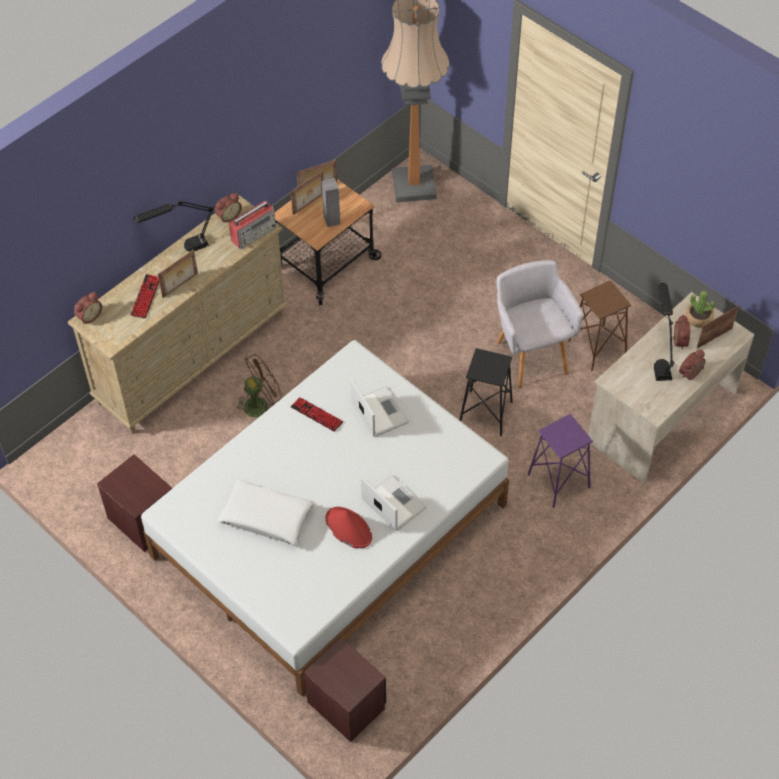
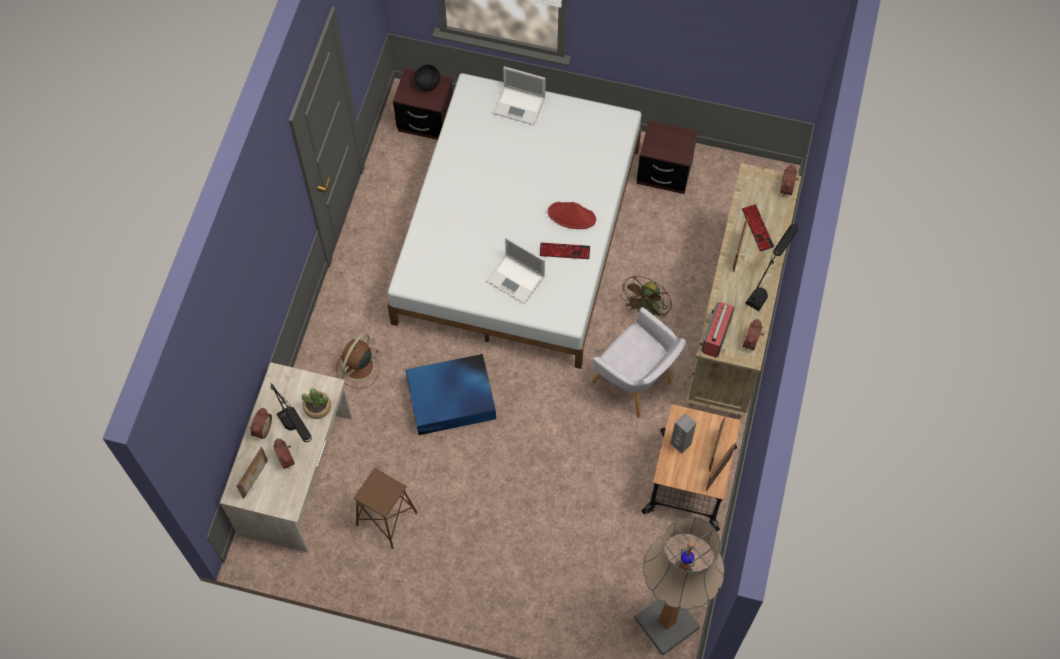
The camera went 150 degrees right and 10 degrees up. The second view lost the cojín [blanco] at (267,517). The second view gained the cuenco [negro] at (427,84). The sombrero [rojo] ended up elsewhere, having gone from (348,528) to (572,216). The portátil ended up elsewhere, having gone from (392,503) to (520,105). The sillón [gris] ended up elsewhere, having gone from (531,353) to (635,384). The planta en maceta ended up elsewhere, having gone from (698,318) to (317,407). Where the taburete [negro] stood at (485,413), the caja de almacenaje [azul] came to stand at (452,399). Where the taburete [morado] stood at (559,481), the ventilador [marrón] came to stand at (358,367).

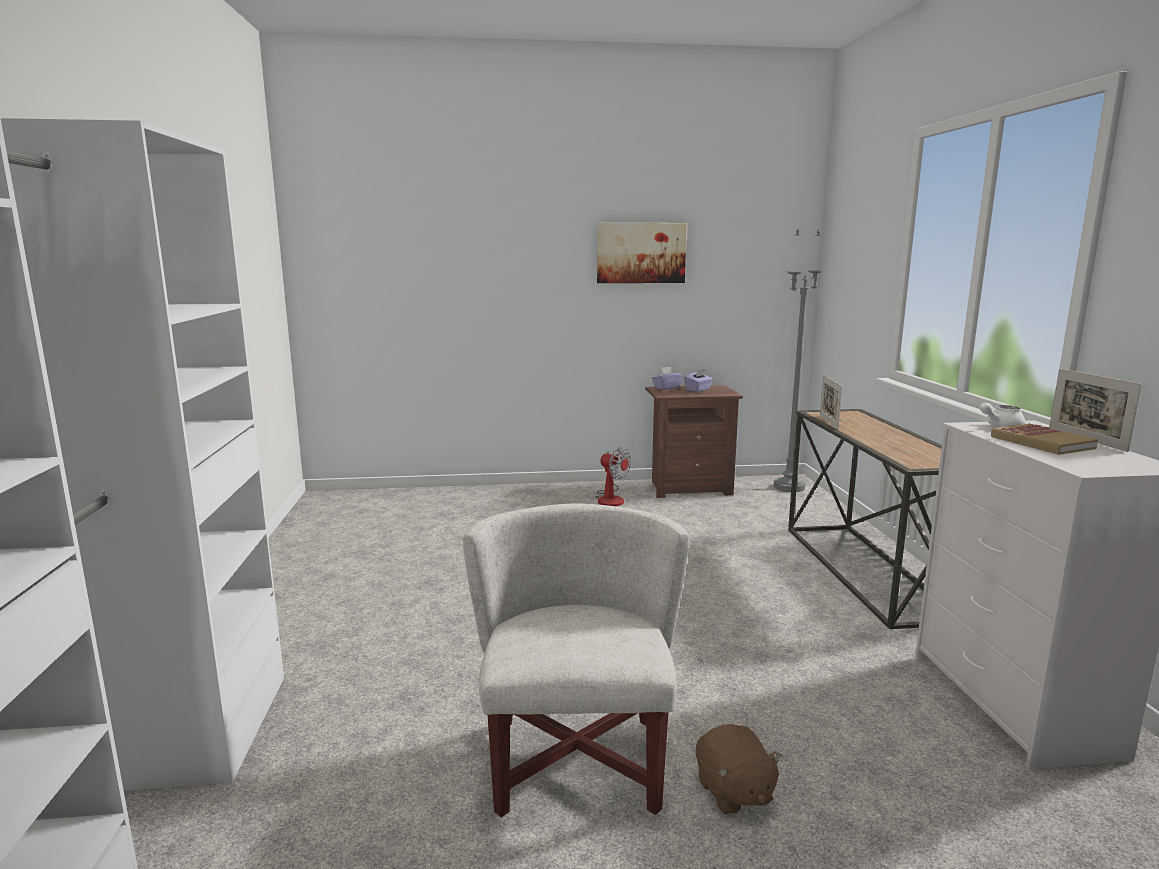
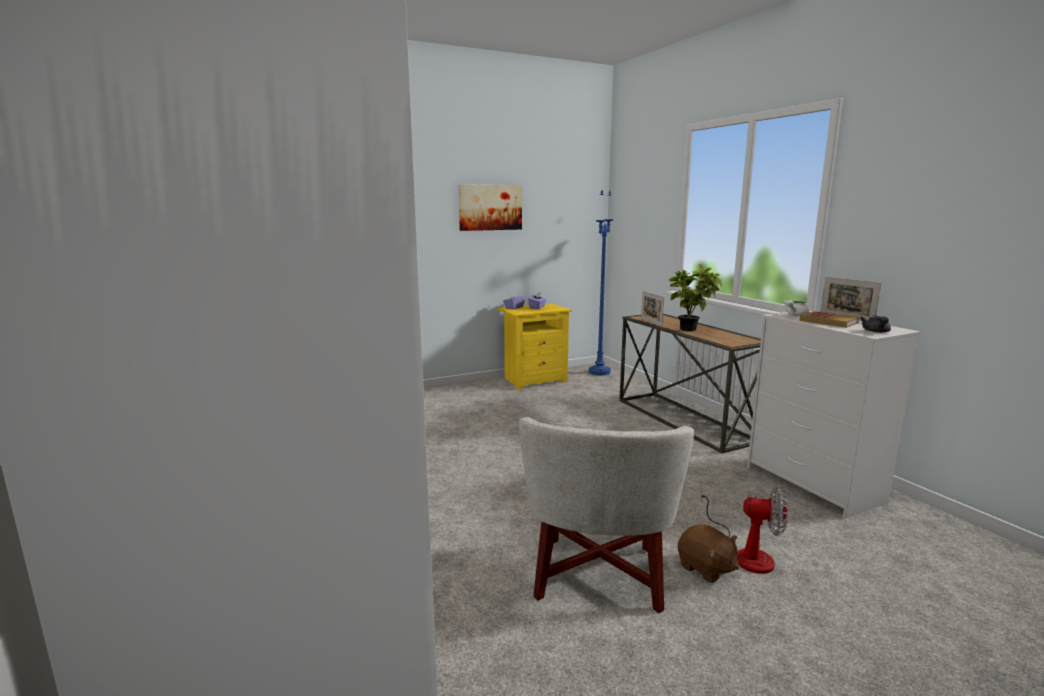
The camera went 20 degrees left and 0 degrees up. The second view gained the planta en maceta at (692,330). The second view gained the tetera [gris] at (876,332). The ventilador ended up elsewhere, having gone from (610,498) to (744,553). What was the mesita de noche [marrón] at (689,488) turned into the mesita de noche [amarillo] at (534,380). What was the lámpara de pie [gris] at (789,487) turned into the lámpara de pie [azul] at (599,372). The sillón [blanco] at (577,762) ended up facing another way, 150 degrees counterclockwise from before.

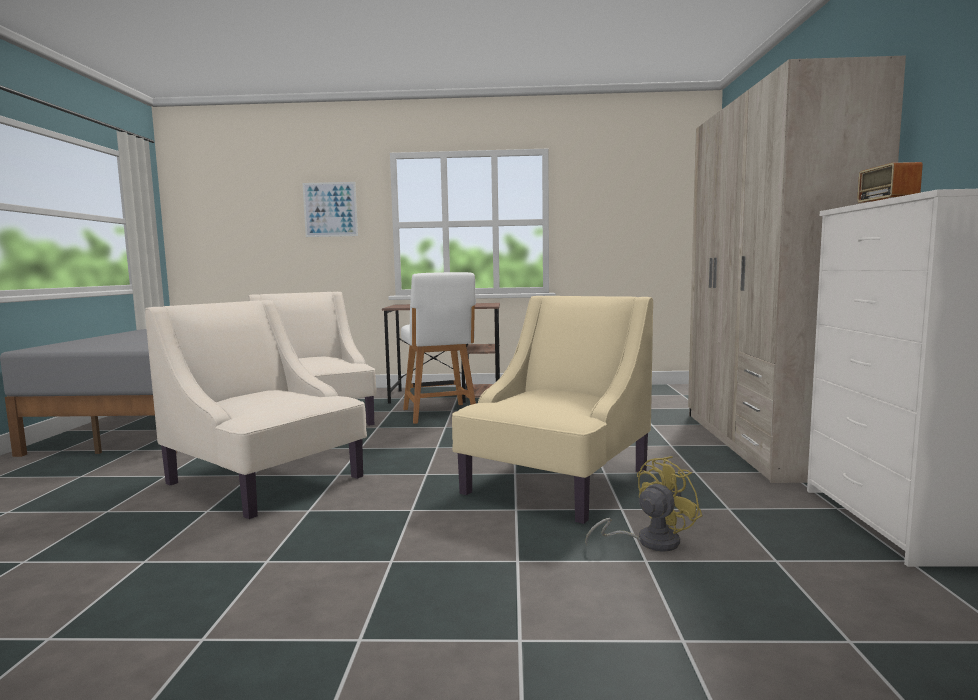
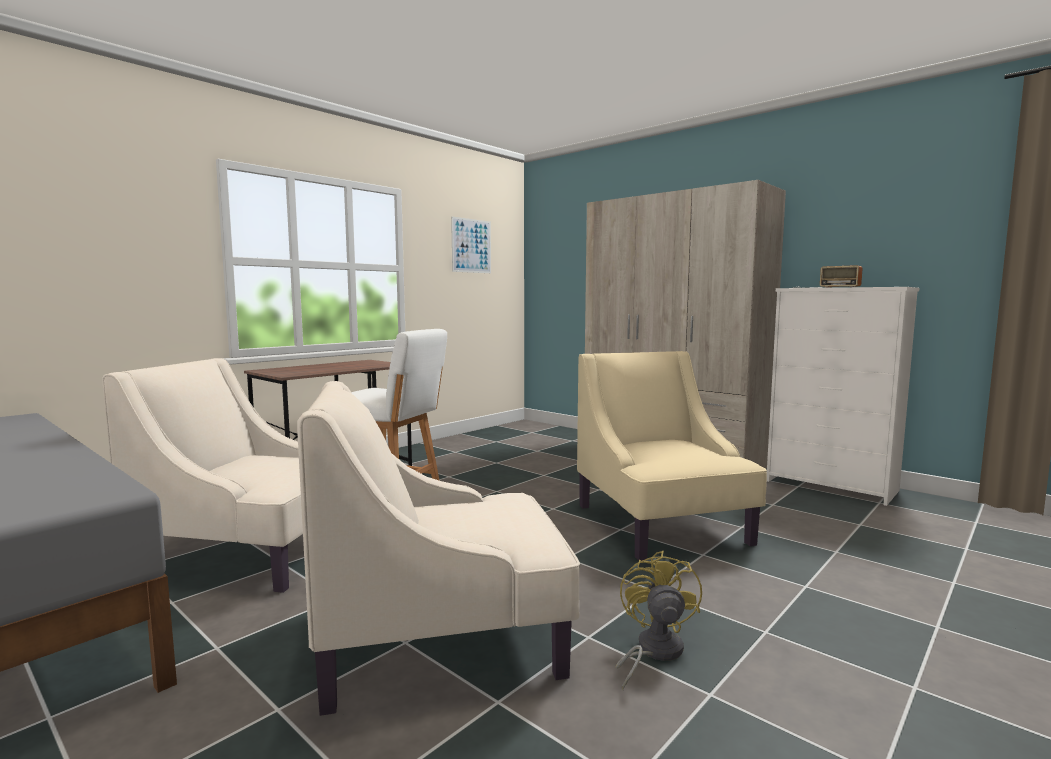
The camera went 50 degrees left and 0 degrees up. The cuadro ended up elsewhere, having gone from (330,209) to (471,246). The ventilador [amarillo] ended up elsewhere, having gone from (648,541) to (653,652).

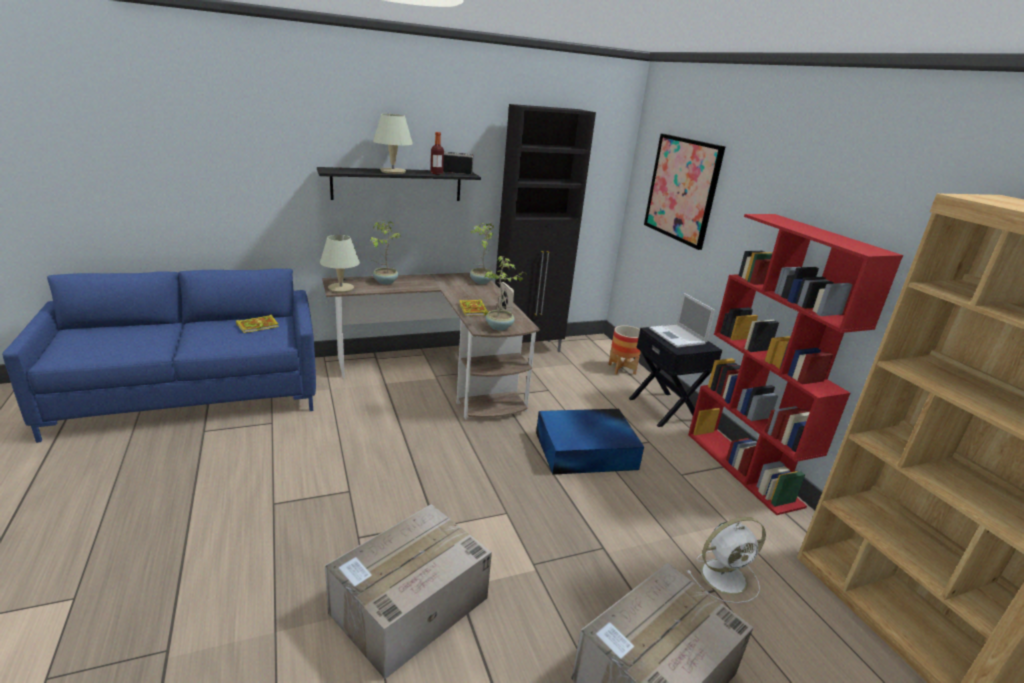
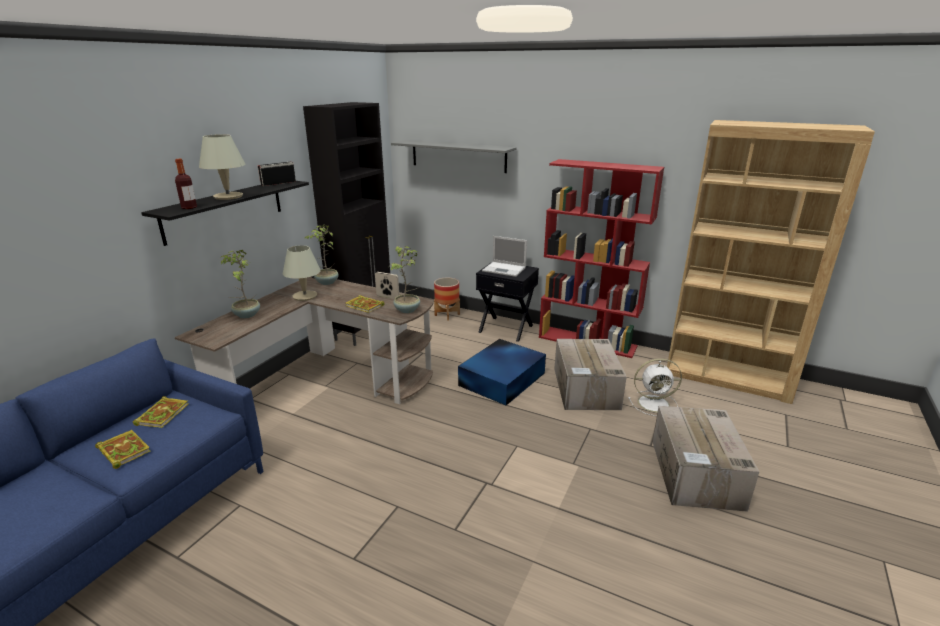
The camera went 40 degrees left and 0 degrees up. The second view gained the libro at (123,450). The lámpara de mesa [beis] ended up elsewhere, having gone from (340,288) to (305,296). The caja de cartón ended up elsewhere, having gone from (408,607) to (586,389). The botella ended up elsewhere, having gone from (436,173) to (189,207). Where the cuadro hung at (682,189), the estante [gris] came to hang at (458,156). The ventilador [blanco] at (725,576) ended up facing another way, 60 degrees clockwise from before.

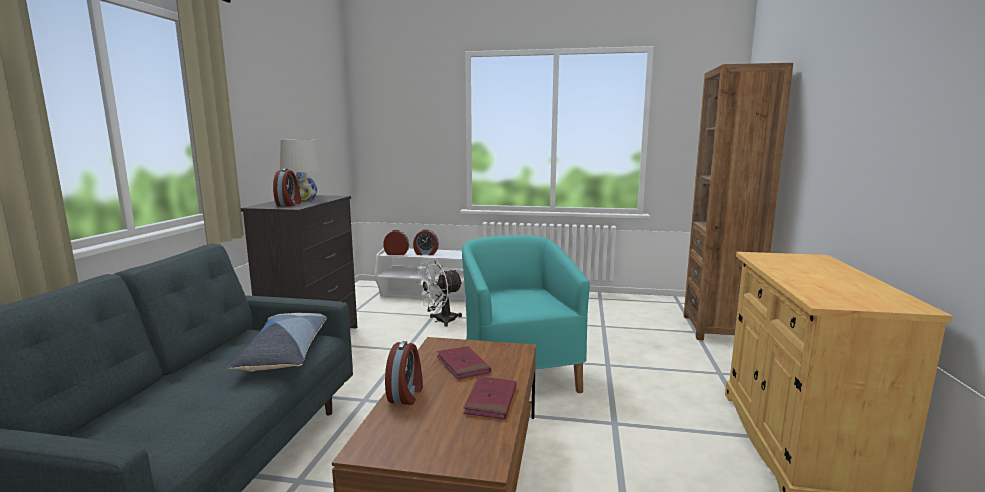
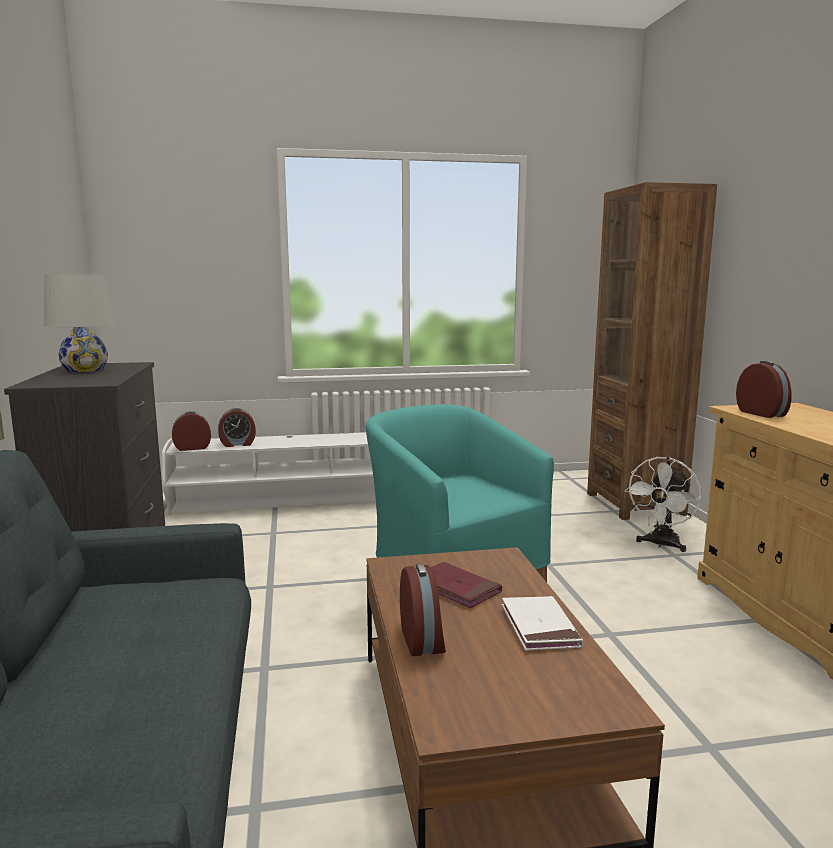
The camera went 20 degrees left and 0 degrees up. The second view lost the cojín at (285,352). The despertador ended up elsewhere, having gone from (289,204) to (762,413). The ventilador [blanco] ended up elsewhere, having gone from (440,321) to (661,545). What was the libro [rojo] at (491,400) turned into the libro [blanco] at (539,627).

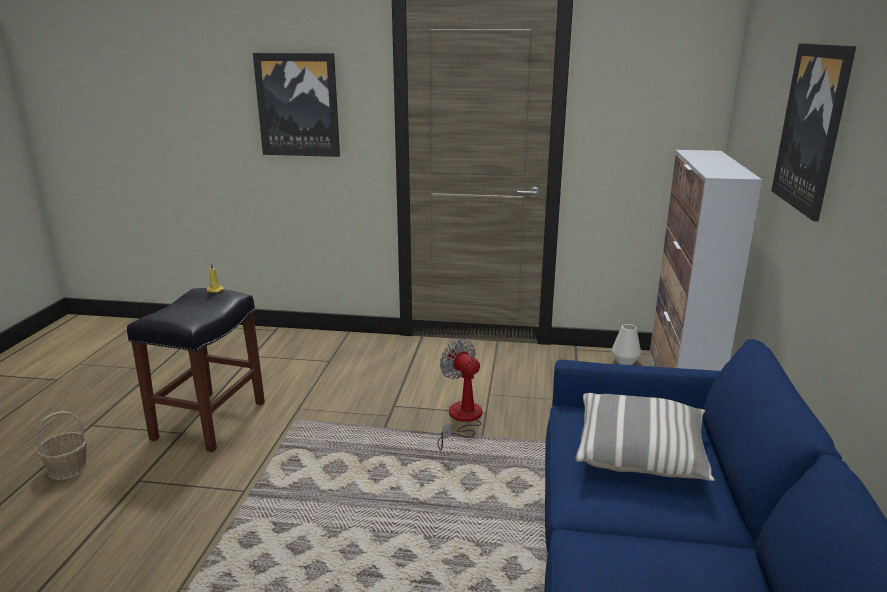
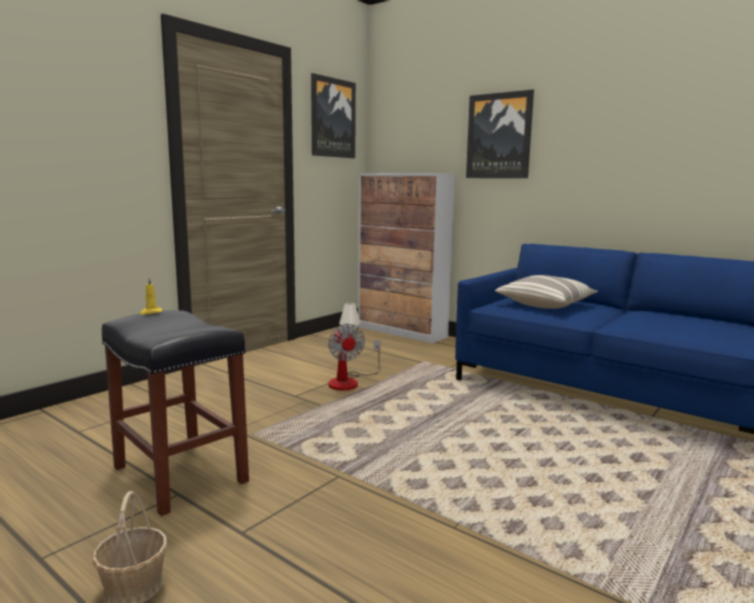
The camera went 60 degrees left and 10 degrees down. The cuadro ended up elsewhere, having gone from (298,105) to (332,118). The ventilador at (462,419) ended up facing another way, 105 degrees counterclockwise from before.

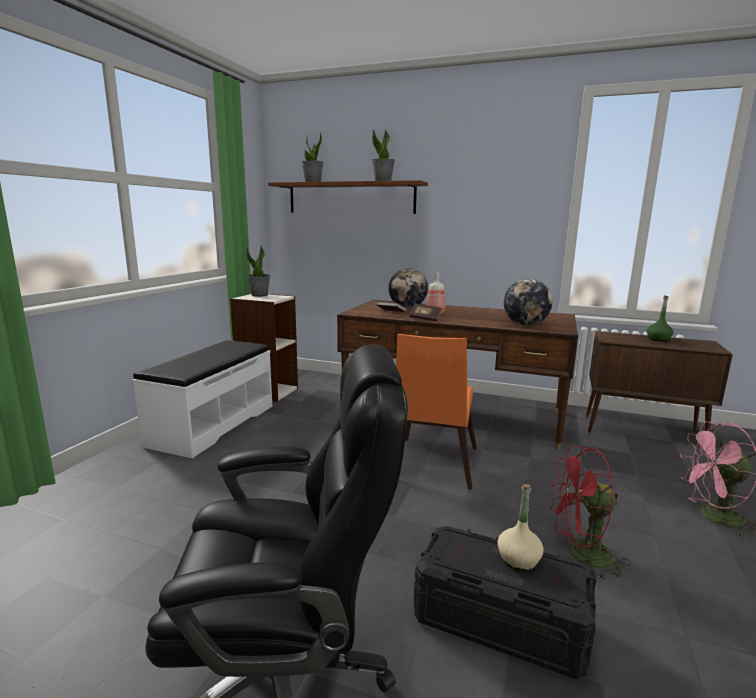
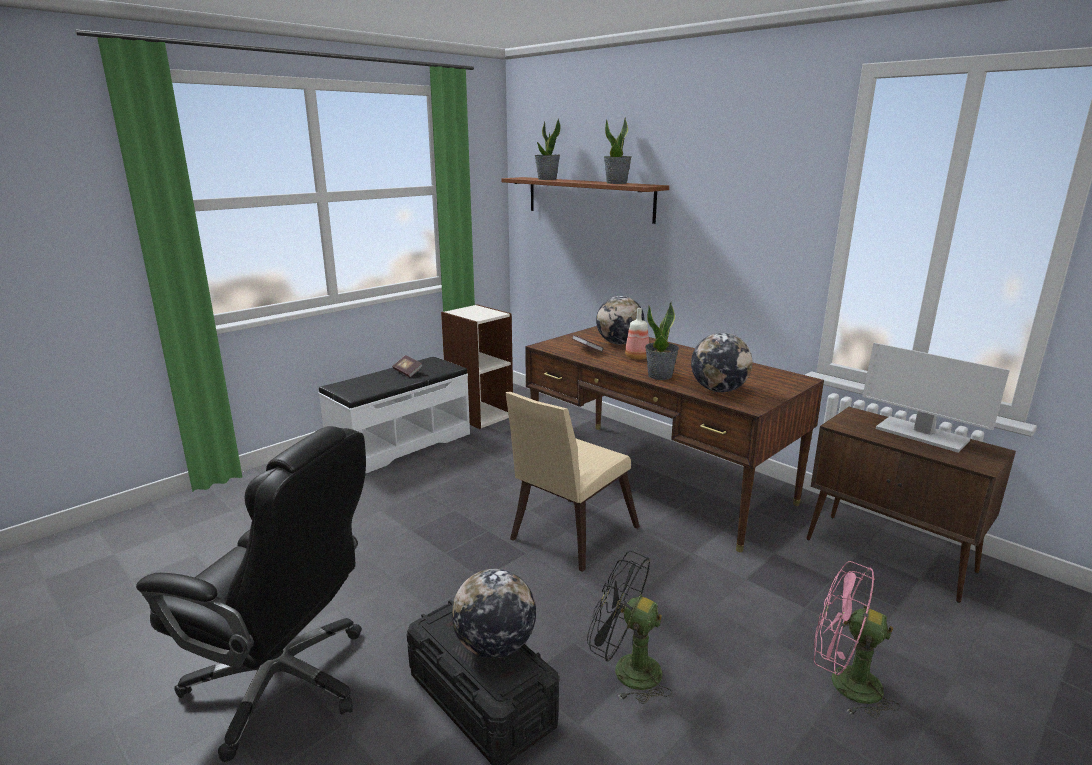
The camera went 25 degrees right and 5 degrees up. The planta en maceta ended up elsewhere, having gone from (260,295) to (660,376). The libro ended up elsewhere, having gone from (425,319) to (408,372). Where the botella [beis] stood at (518,559), the globo terráqueo came to stand at (495,646). Where the botella [verde] stood at (658,339), the monitor came to stand at (920,434). What was the silla [naranja] at (431,466) turned into the silla [beis] at (568,536). What was the ventilador [rojo] at (581,555) turned into the ventilador [negro] at (626,670).

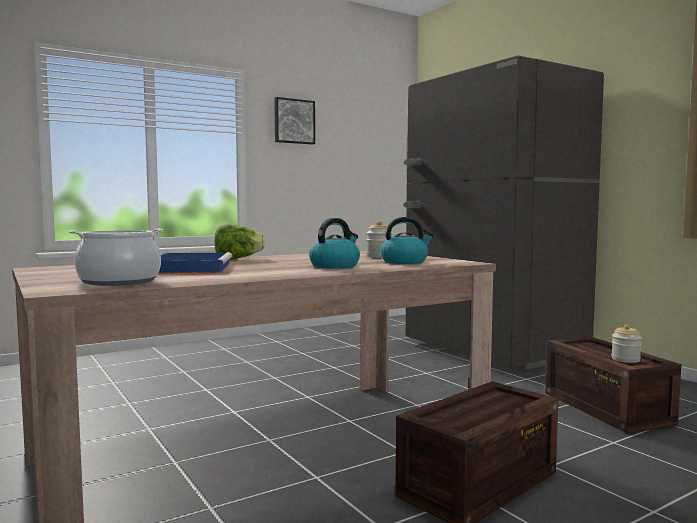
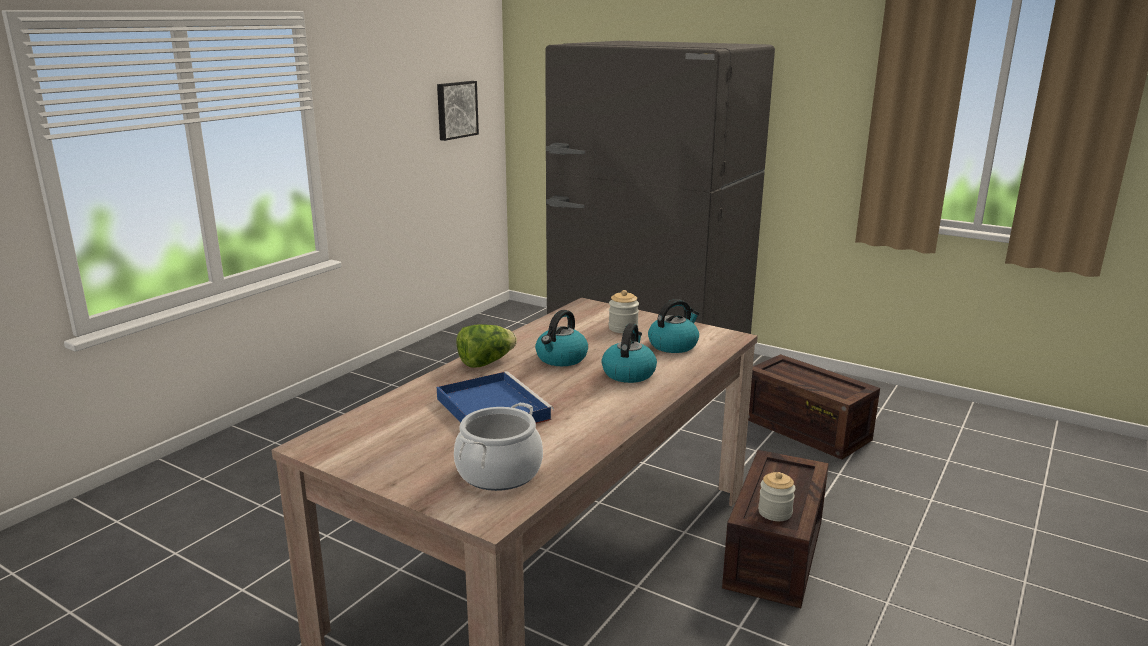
The camera went 25 degrees left and 15 degrees up. The second view gained the hervidor at (561,359). The cuadro ended up elsewhere, having gone from (294,121) to (456,110). The tarro ended up elsewhere, having gone from (625,359) to (775,512).

